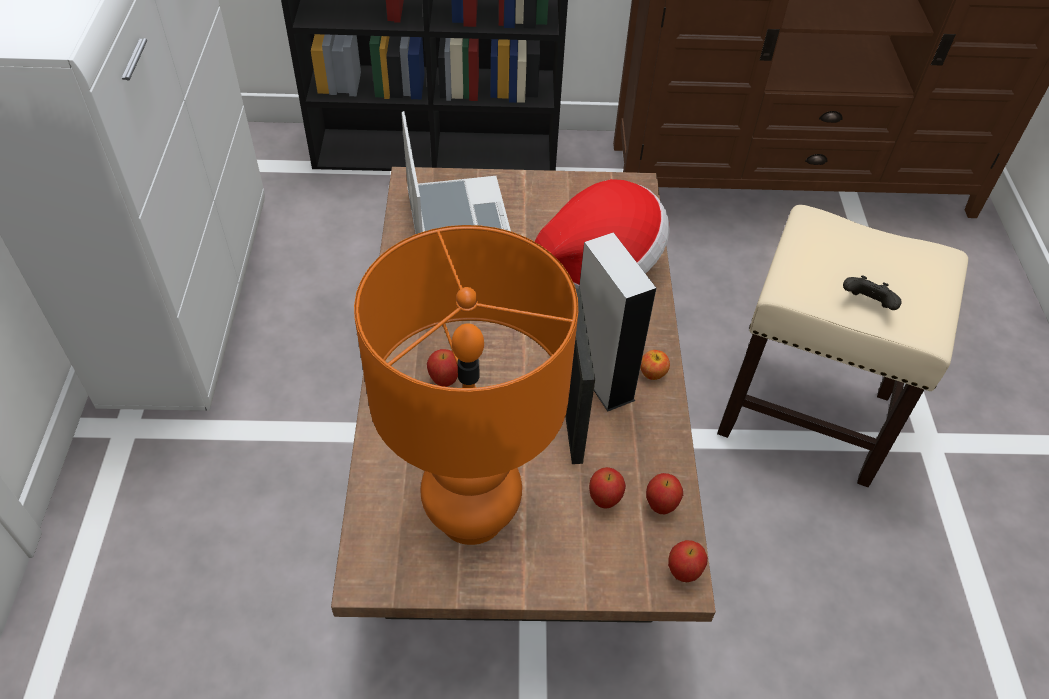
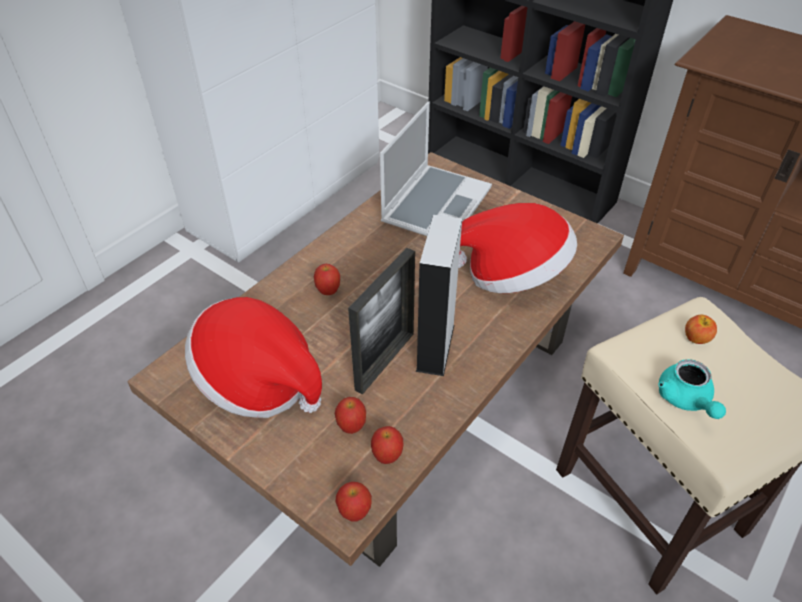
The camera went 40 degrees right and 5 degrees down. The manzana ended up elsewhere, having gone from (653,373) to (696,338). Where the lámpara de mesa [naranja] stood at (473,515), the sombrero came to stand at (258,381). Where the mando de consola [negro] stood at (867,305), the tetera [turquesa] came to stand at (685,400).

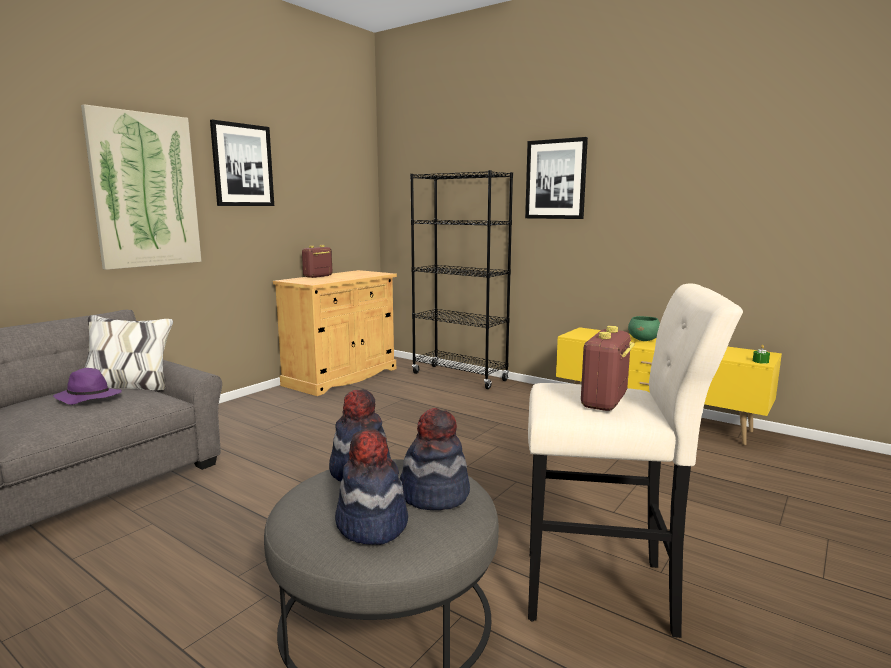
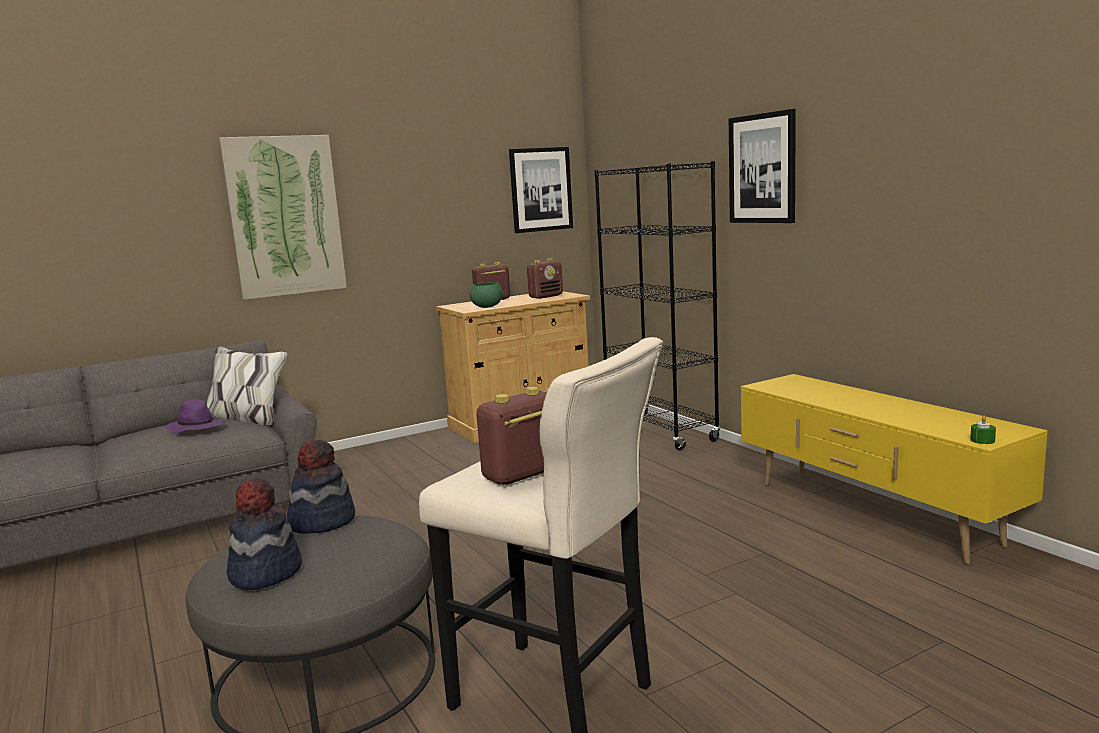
The camera went 25 degrees right and 0 degrees up. The second view lost the sombrero at (434,495). The second view gained the radio at (546,296). The cuadro ended up elsewhere, having gone from (242,165) to (540,189). The cuenco [verde] ended up elsewhere, having gone from (643,340) to (487,307).

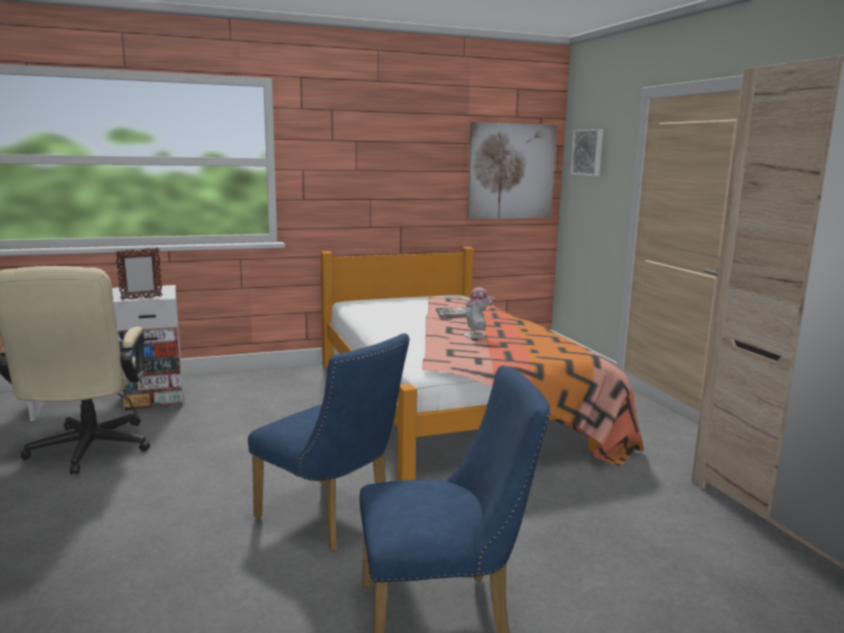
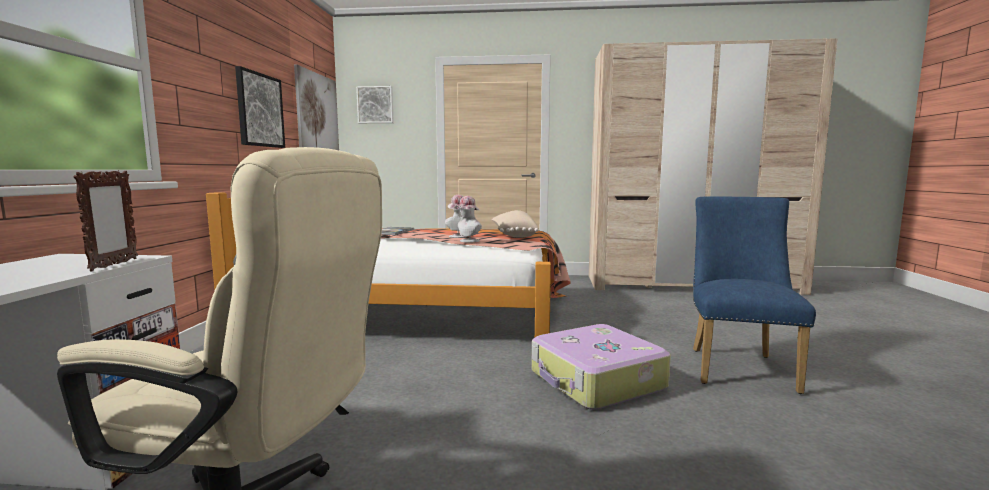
The camera went 65 degrees left and 5 degrees down. The second view gained the cuadro at (259,110). The second view gained the sombrero at (467,241). The second view gained the cojín [beis] at (513,235). Where the silla [azul] stood at (332,519), the maleta came to stand at (596,381).

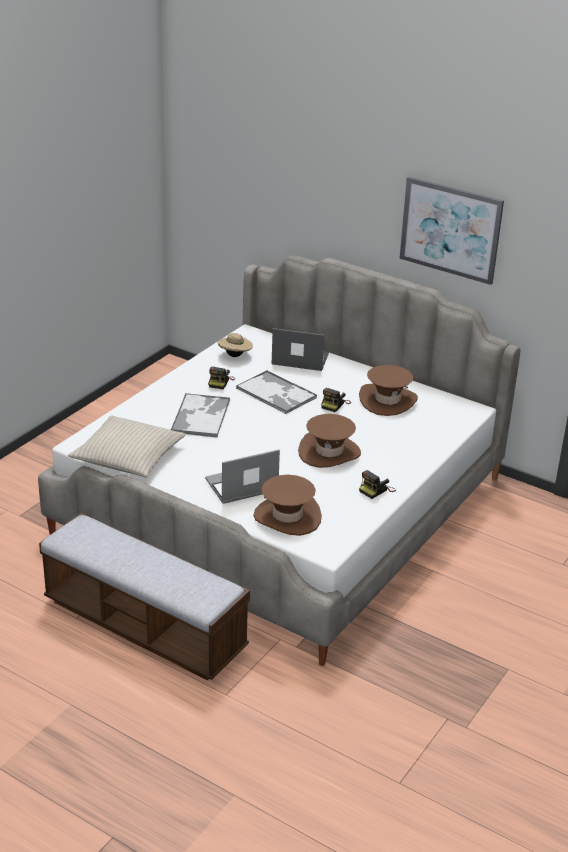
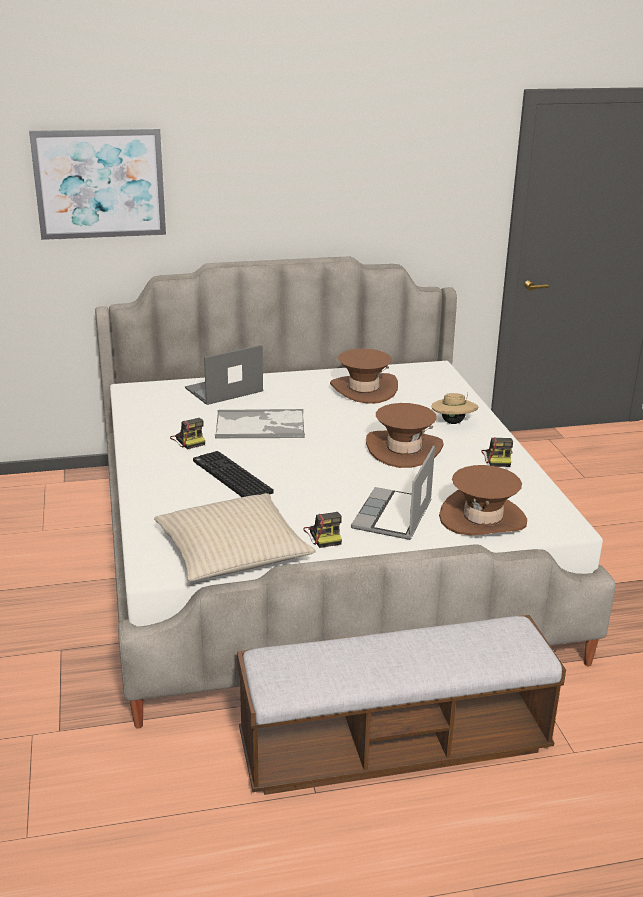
The camera went 45 degrees left and 5 degrees down. The sombrero [beis] ended up elsewhere, having gone from (235,356) to (453,422). The cámara ended up elsewhere, having gone from (335,404) to (324,535). The cuadro ended up elsewhere, having gone from (450,230) to (99,184). Where the bandeja stood at (201,416), the teclado came to stand at (230,477).

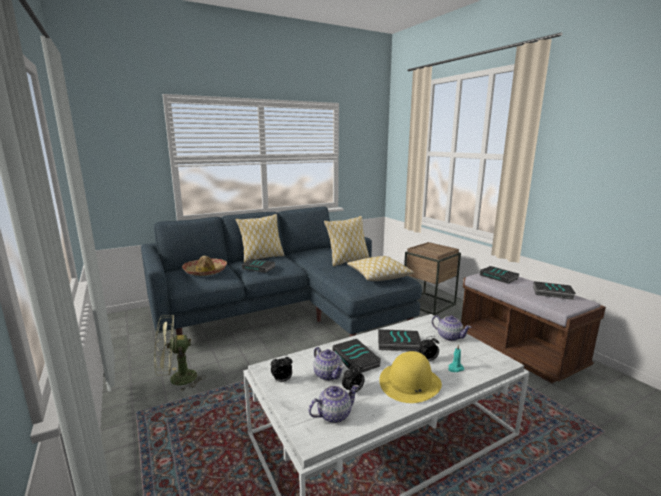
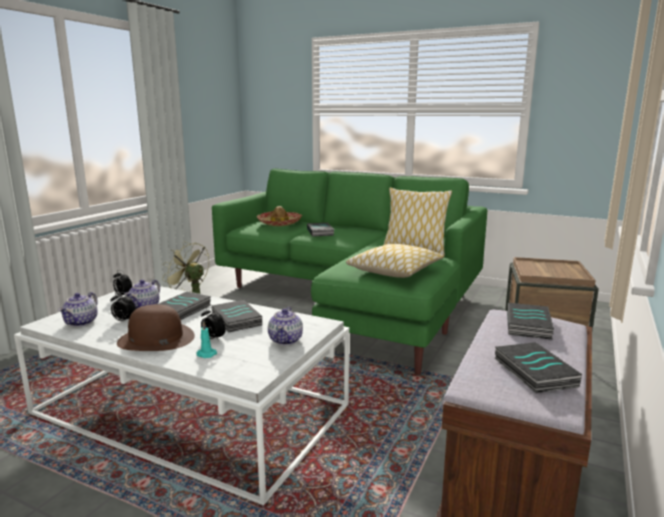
The camera went 55 degrees right and 0 degrees up. The second view lost the cojín at (262,258). What was the sofá [azul] at (283,313) turned into the sofá [verde] at (353,299). What was the sombrero [amarillo] at (410,383) turned into the sombrero [marrón] at (156,339). The tetera at (333,415) ended up facing another way, 75 degrees clockwise from before.

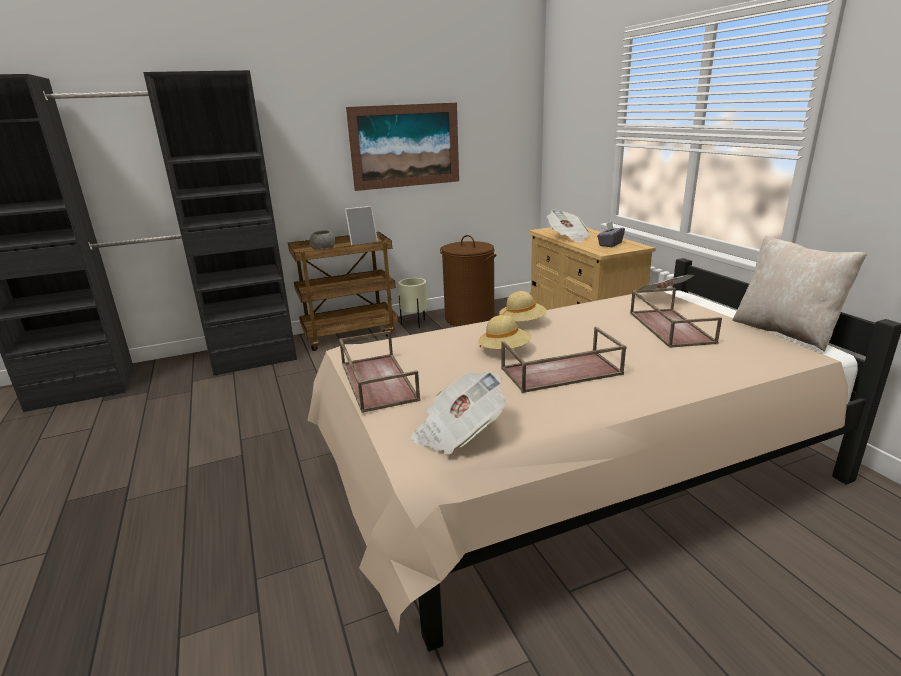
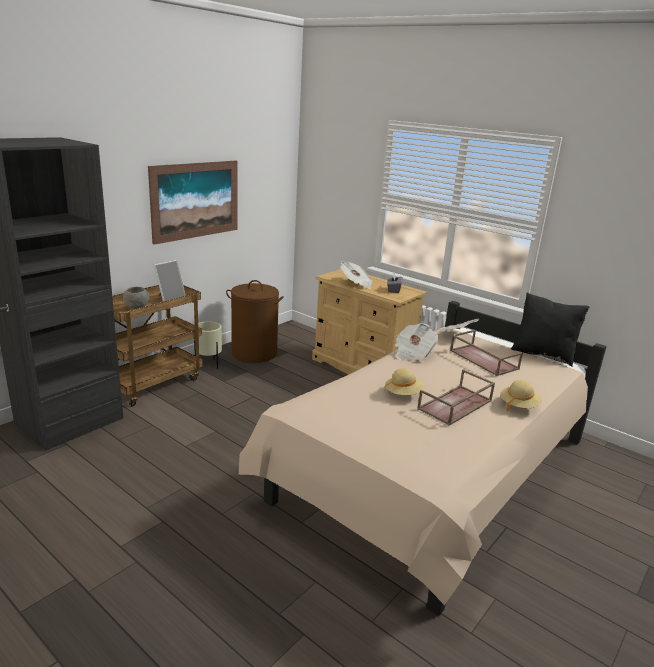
The camera went 30 degrees left and 0 degrees up. The second view lost the bandeja [marrón] at (376,381). The periódico ended up elsewhere, having gone from (458,433) to (413,353). The sombrero [beis] ended up elsewhere, having gone from (522,323) to (518,405). What was the cojín [beis] at (785,332) turned into the cojín [negro] at (543,354).

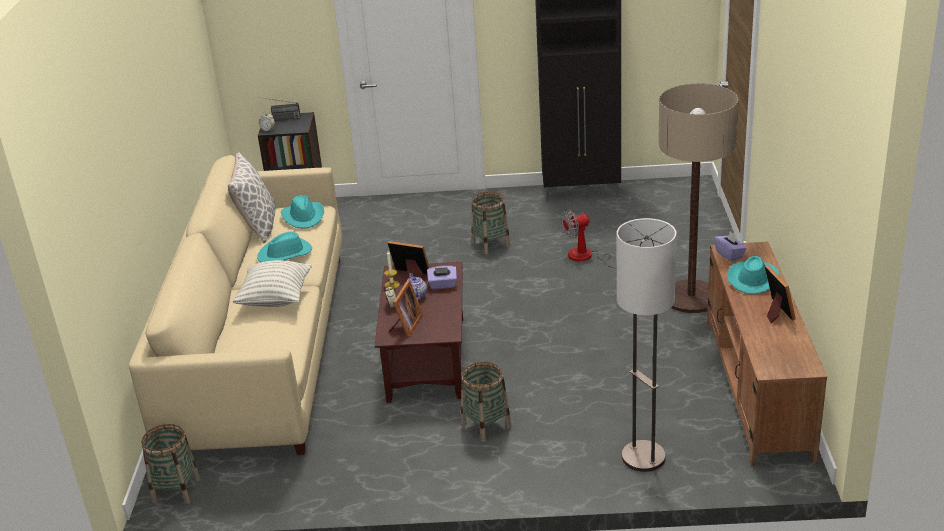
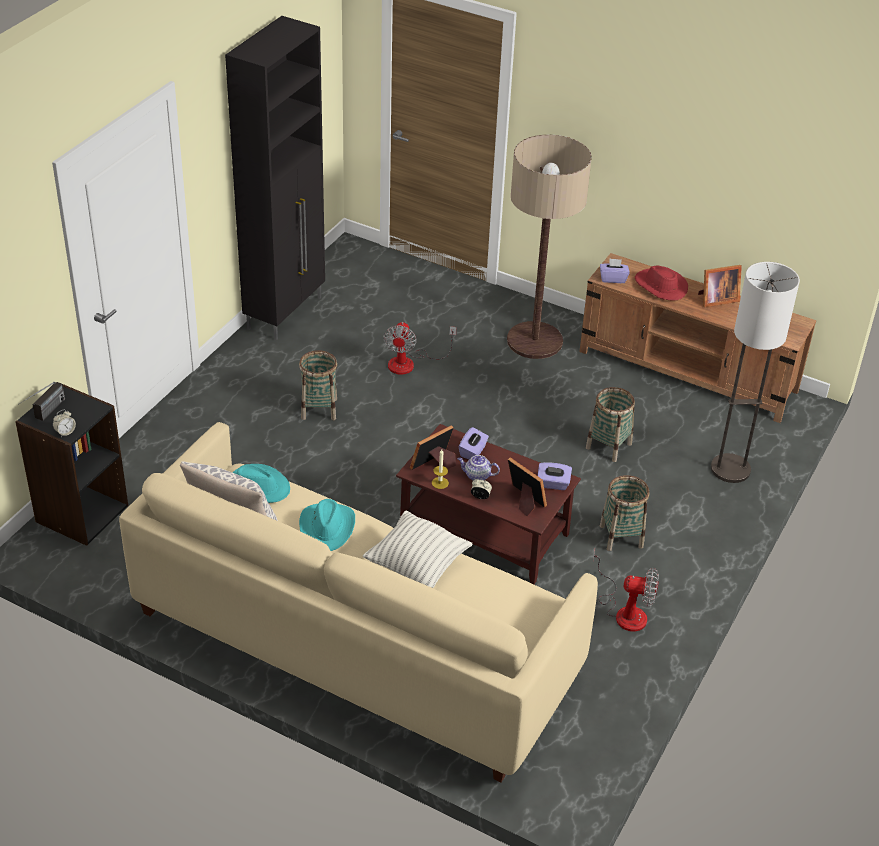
The camera went 65 degrees left and 10 degrees up. The second view gained the caja de pañuelos [morado] at (553,484). The second view gained the ventilador at (624,611). The cesta ended up elsewhere, having gone from (176,490) to (609,446). What was the sombrero [turquesa] at (753,279) turned into the sombrero [rojo] at (660,286). The portarretratos at (776,312) ended up facing another way, 150 degrees clockwise from before.

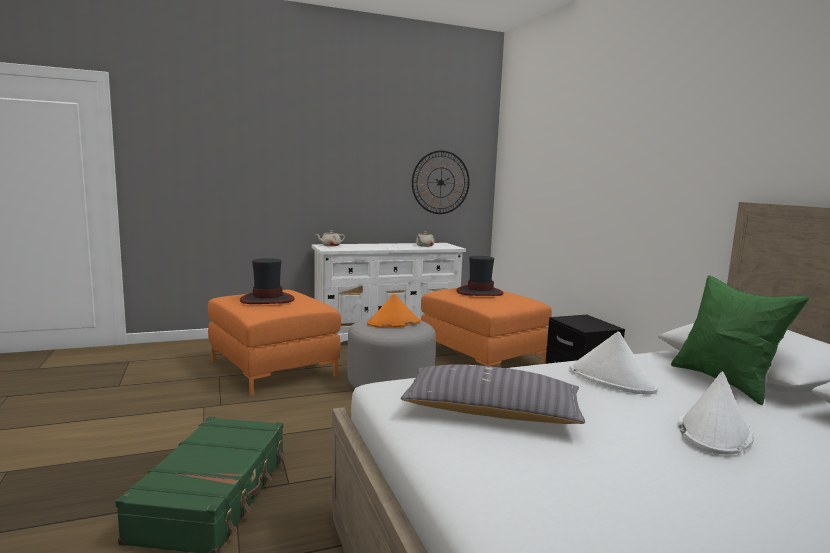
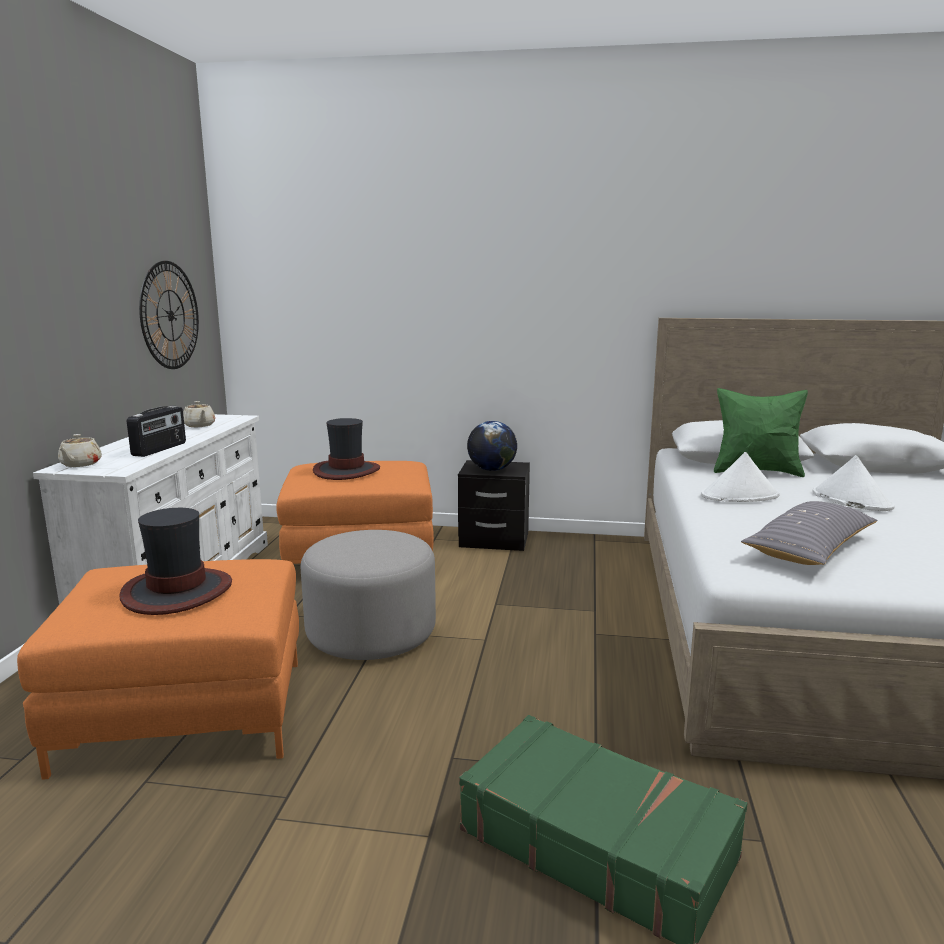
The camera went 60 degrees left and 5 degrees up. The second view lost the sombrero [naranja] at (393,323). The second view gained the radio at (160,449). The second view gained the globo terráqueo at (491,470).

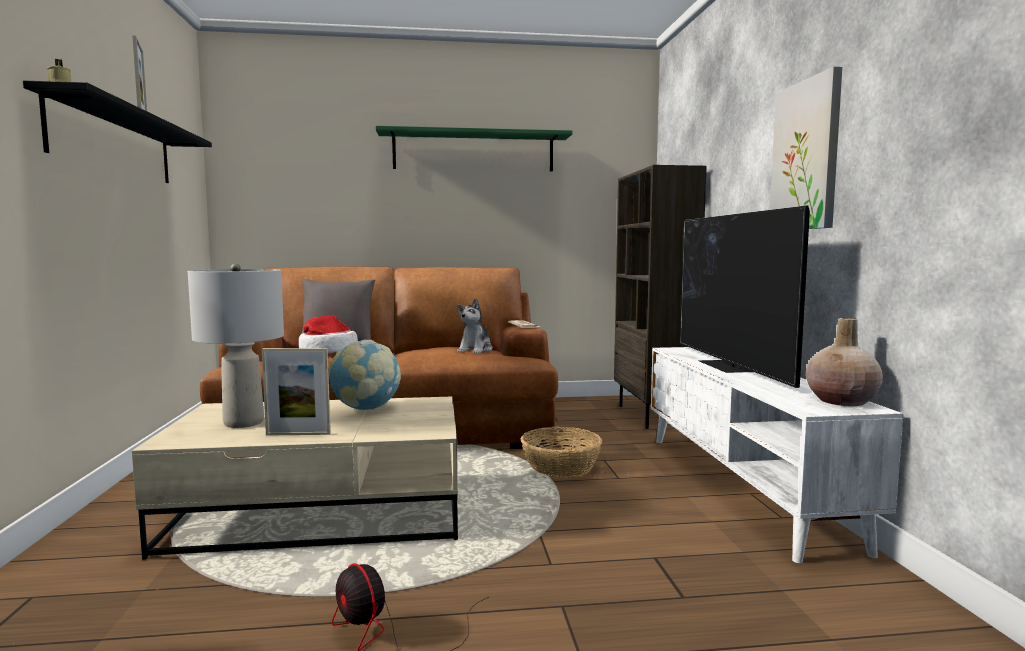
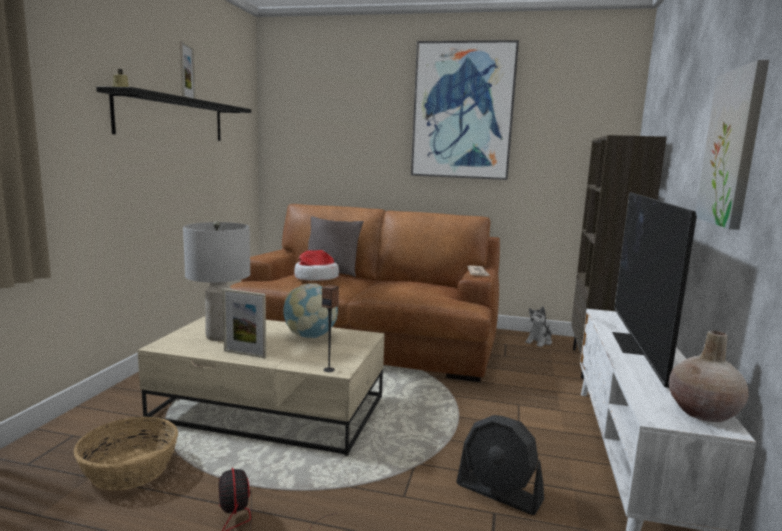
The camera went 20 degrees right and 5 degrees up. The second view gained the altavoz at (329,369). The second view gained the ventilador [negro] at (499,493). The peluche ended up elsewhere, having gone from (476,350) to (539,342). The cesta ended up elsewhere, having gone from (561,467) to (130,469). Where the estante [verde] hung at (473,152), the cuadro came to hang at (463,111).

